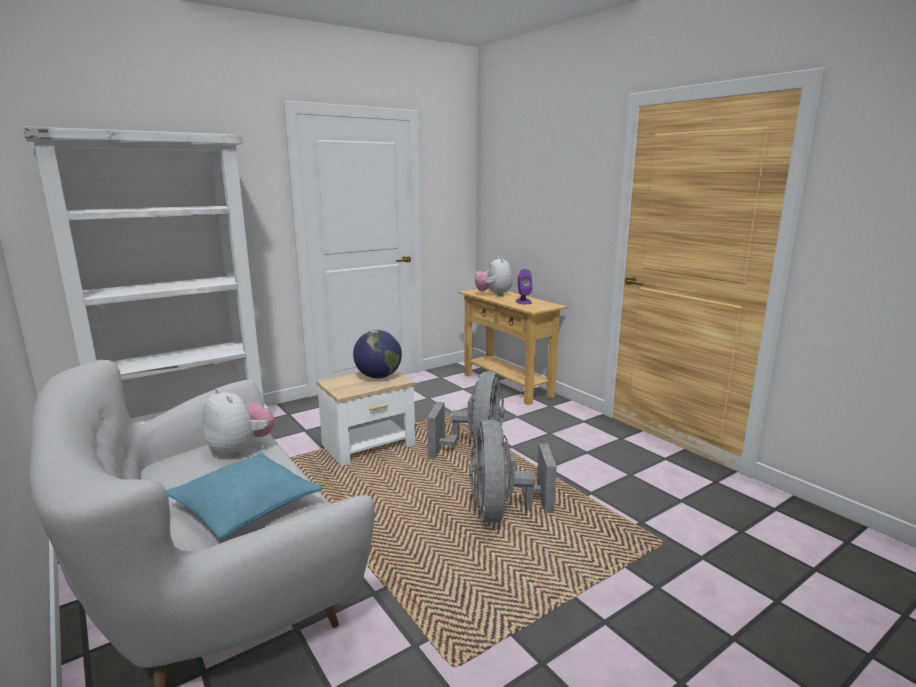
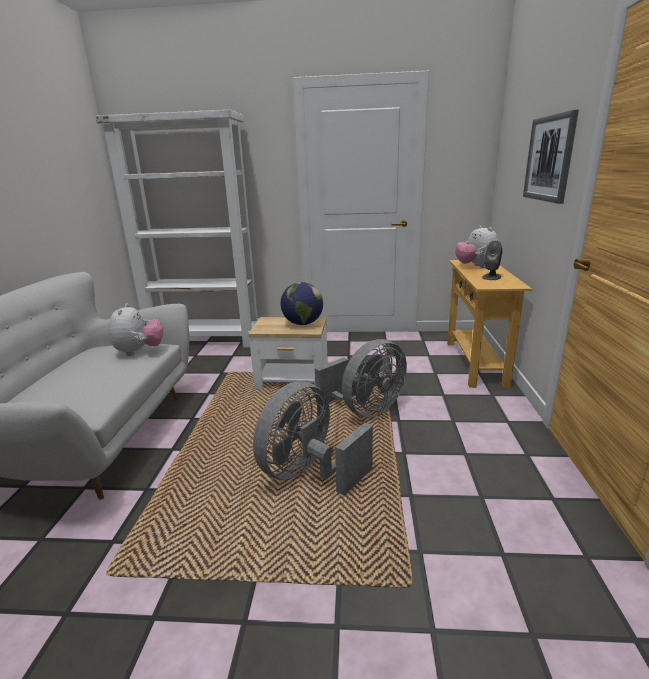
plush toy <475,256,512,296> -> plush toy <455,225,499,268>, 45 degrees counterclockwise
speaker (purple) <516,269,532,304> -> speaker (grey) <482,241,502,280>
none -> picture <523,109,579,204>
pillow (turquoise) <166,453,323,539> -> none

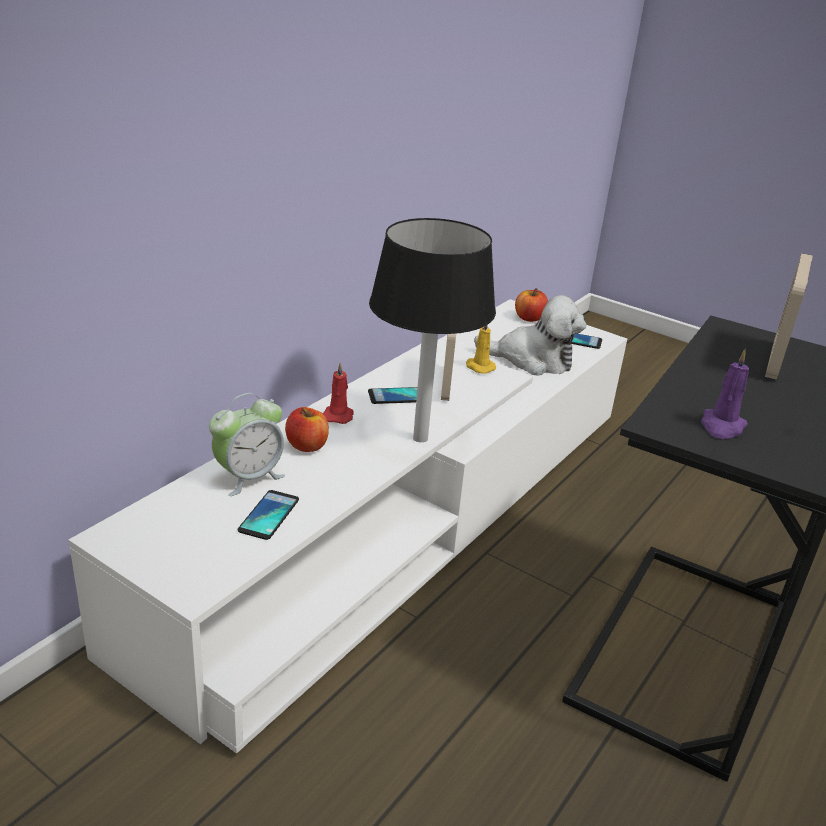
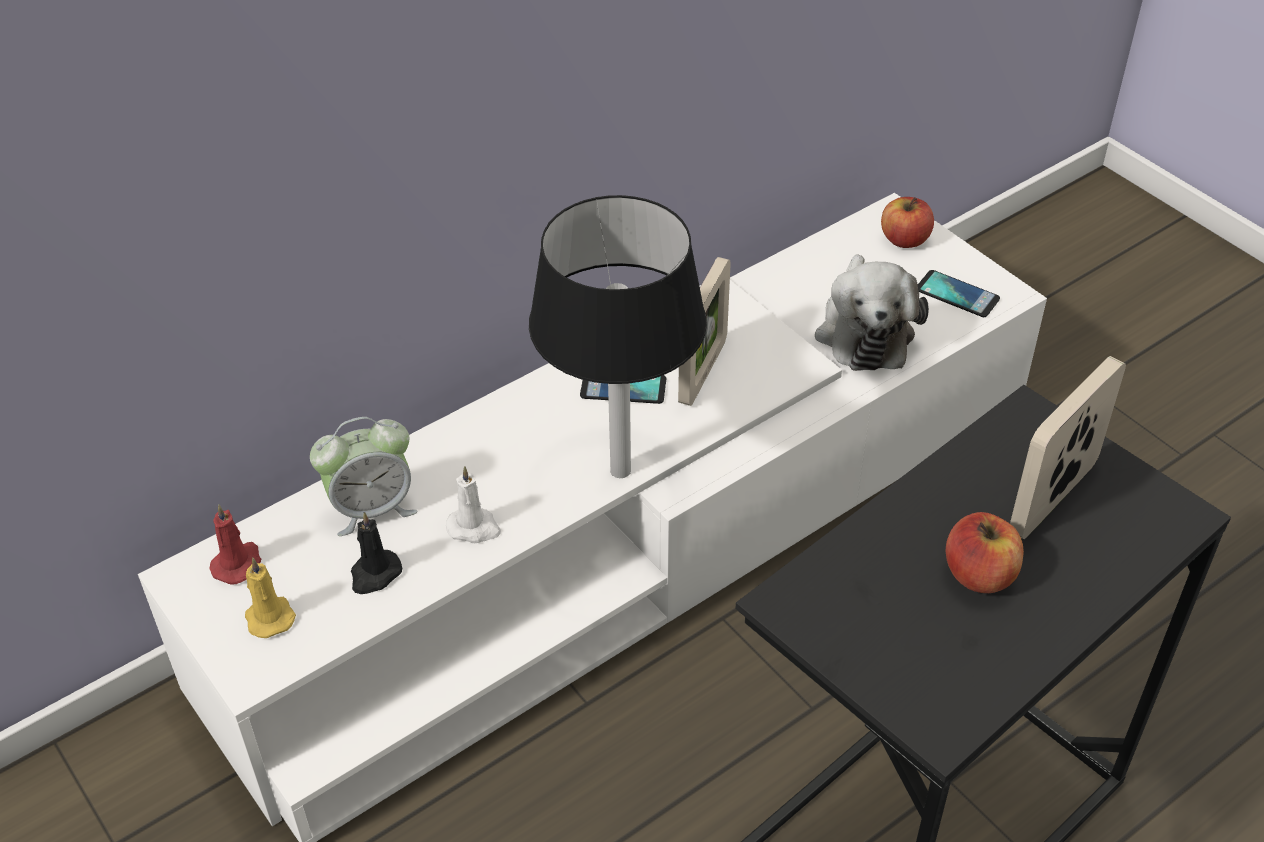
candle (red) <323,362,354,424> -> candle (red) <209,505,261,585>, moved
candle (yellow) <466,325,496,374> -> candle (yellow) <245,557,296,638>, moved
phone <238,490,299,540> -> candle (black) <351,512,402,594>
none -> candle (white) <446,466,501,543>
plush toy <474,295,586,375> -> plush toy <815,254,929,371>, 60 degrees clockwise
apple <285,407,329,452> -> apple <946,512,1024,593>, moved
candle (purple) <701,349,749,439> -> none

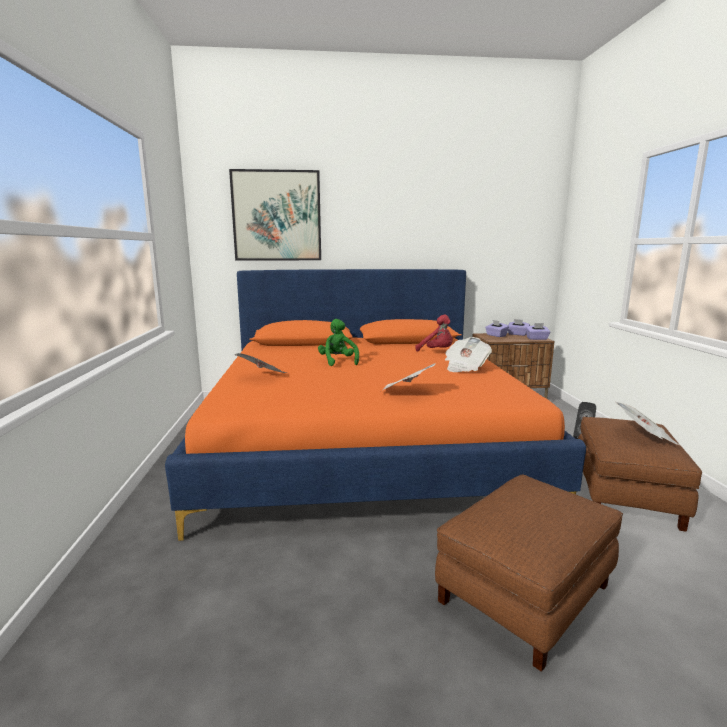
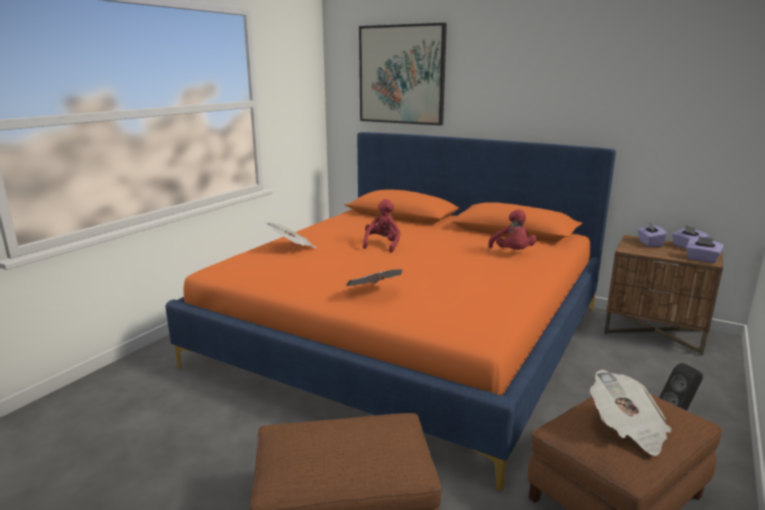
plush toy (green) <318,319,359,366> -> plush toy (red) <363,199,401,253>
newspaper <445,337,492,372> -> none

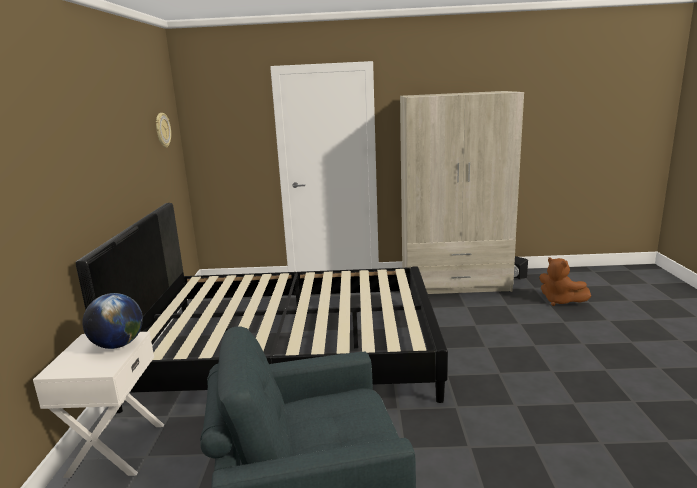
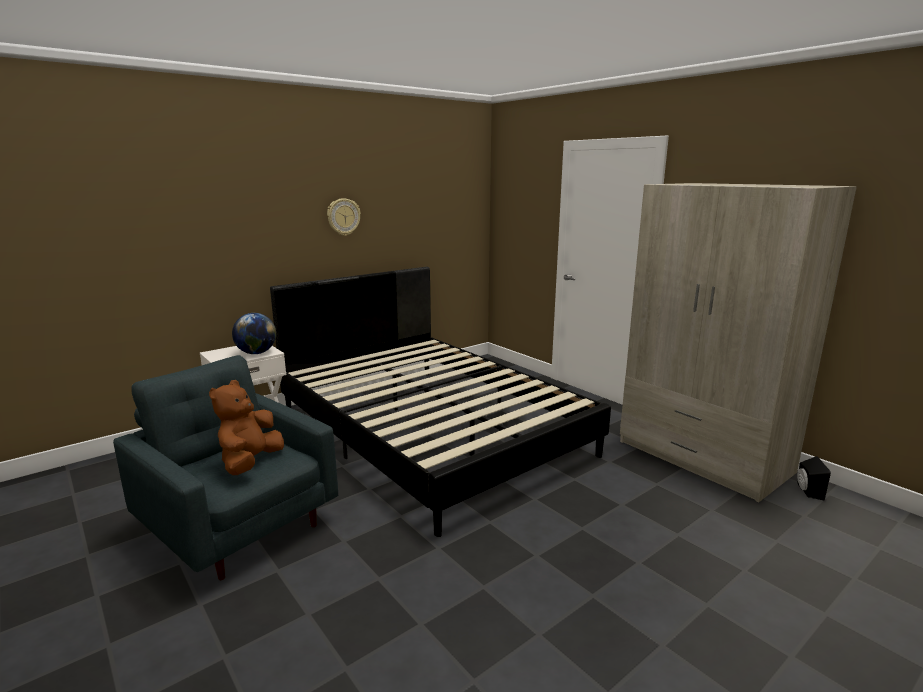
plush toy (brown) <539,257,591,306> -> plush toy (brown) <209,380,284,475>, moved
wall clock <156,113,171,148> -> wall clock <327,198,361,236>, moved

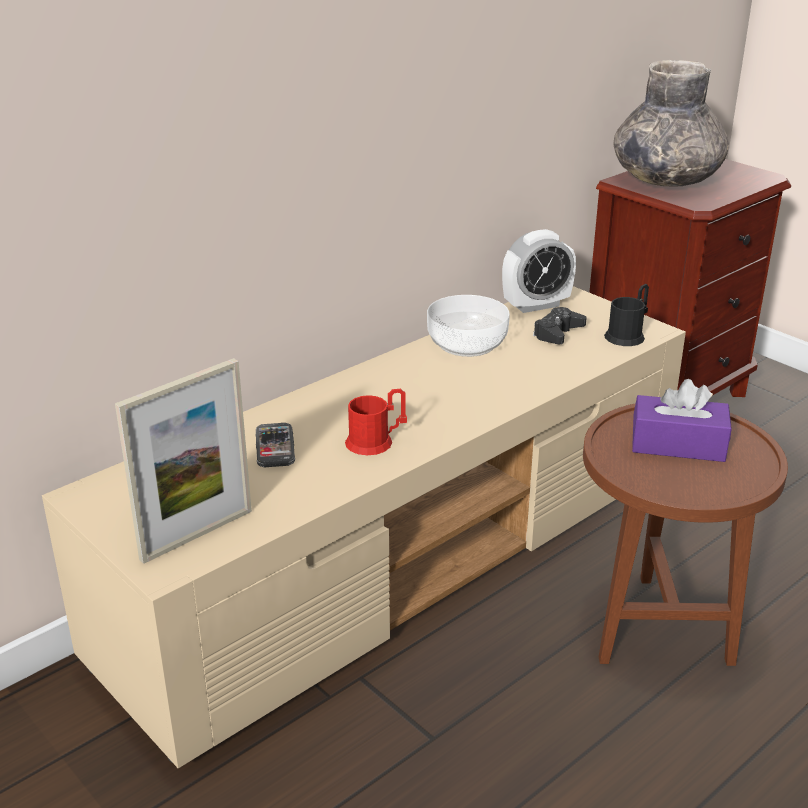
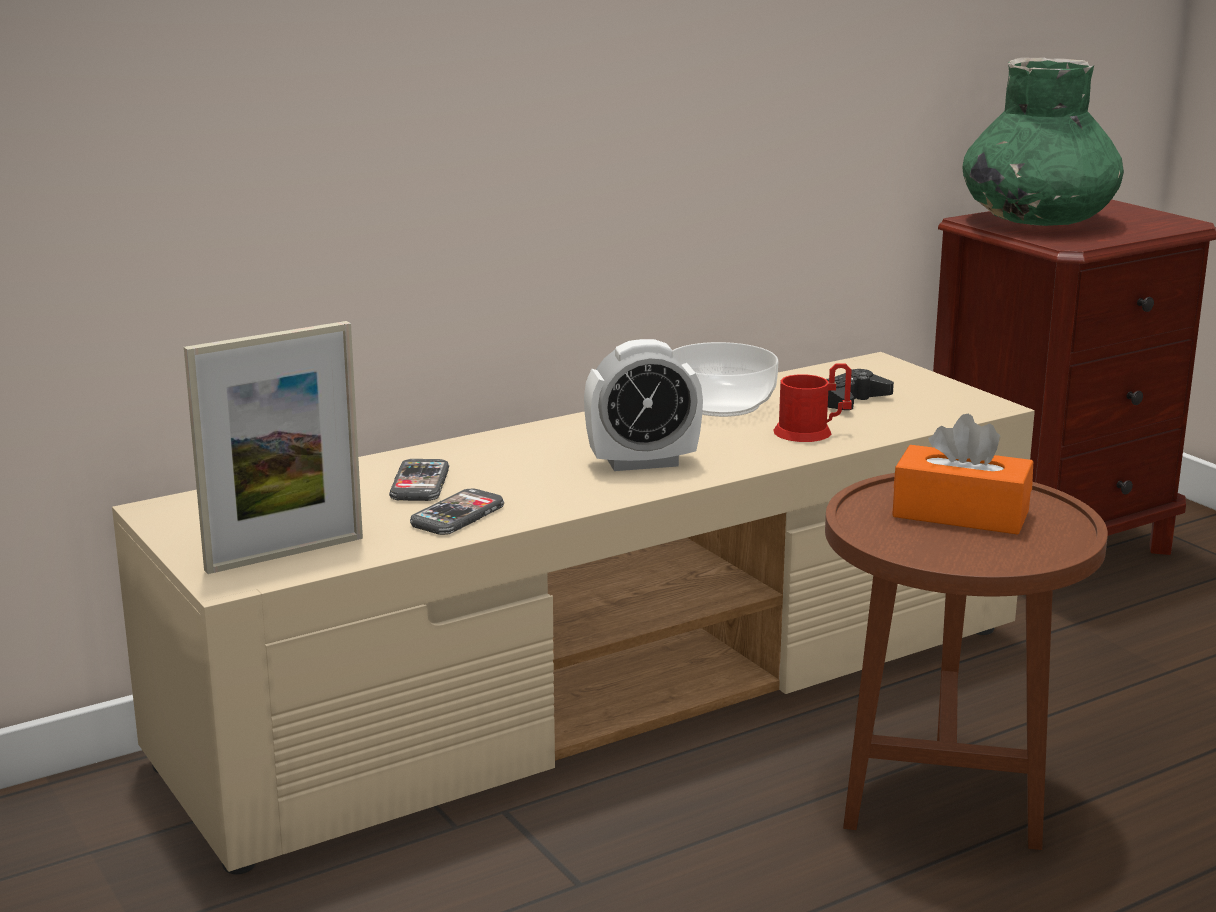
none -> phone <410,489,504,535>
alarm clock <502,229,576,313> -> alarm clock <584,339,703,471>, moved
mug (red) <345,389,407,455> -> mug (red) <773,364,852,442>, moved
tissue box (purple) <632,379,732,462> -> tissue box (orange) <892,414,1033,535>
vase (grey) <614,60,729,187> -> vase (green) <963,57,1124,226>
mug (black) <604,284,649,346> -> none

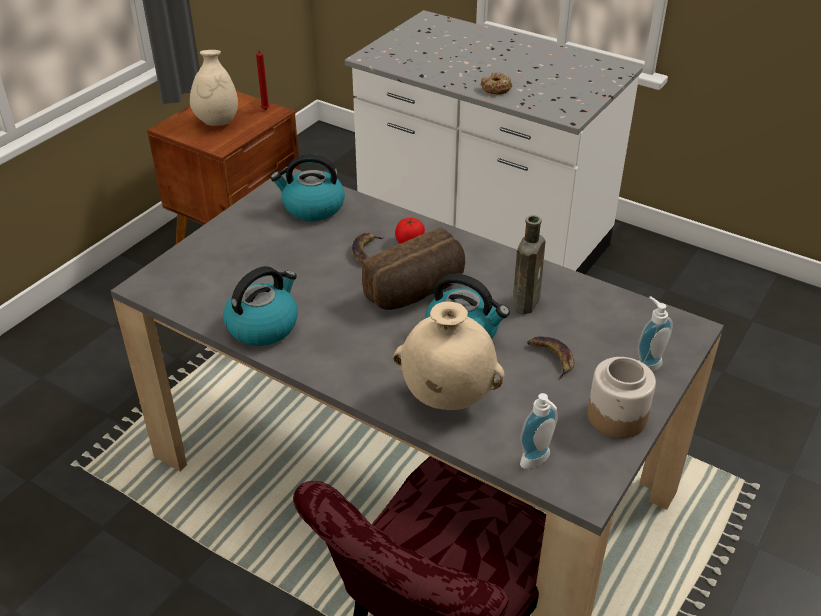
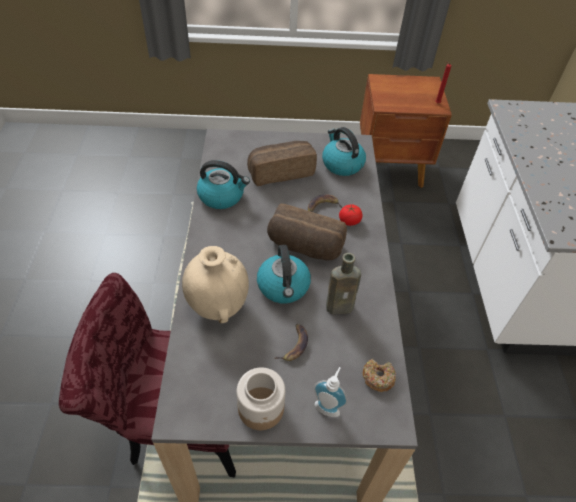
none -> bread <247,141,317,186>
donut <481,72,512,95> -> donut <363,359,396,392>, moved
vase (beige) <190,50,238,126> -> none
soap dispenser <520,393,558,469> -> none

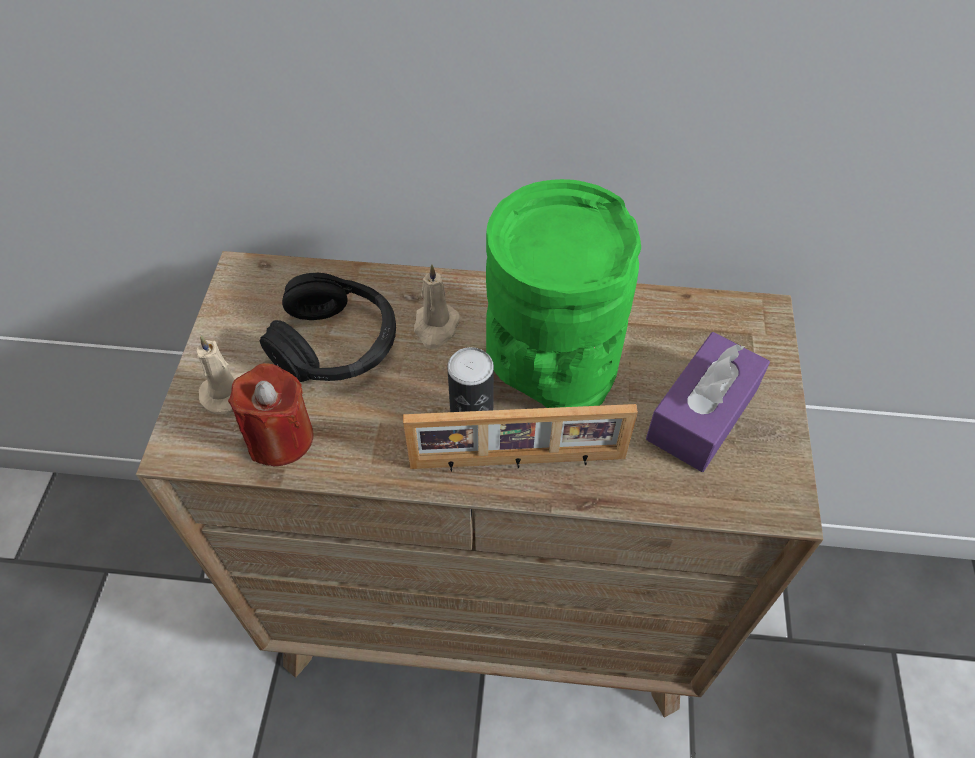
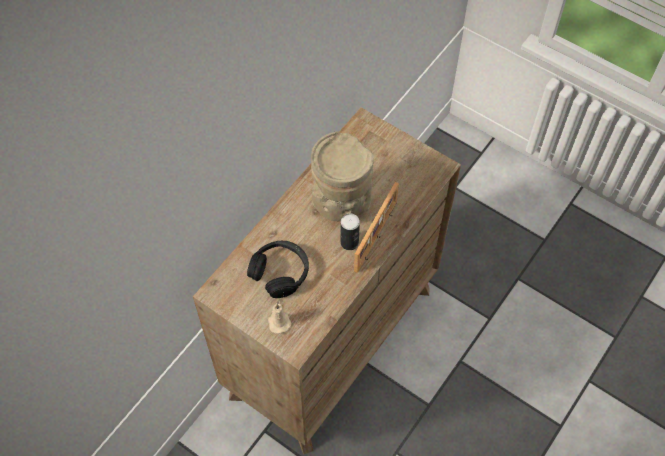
vase (green) <486,179,641,408> -> vase (beige) <311,131,374,221>
candle (red) <228,363,314,466> -> none
candle (beige) <414,264,461,349> -> none
tissue box (purple) <646,332,770,472> -> none

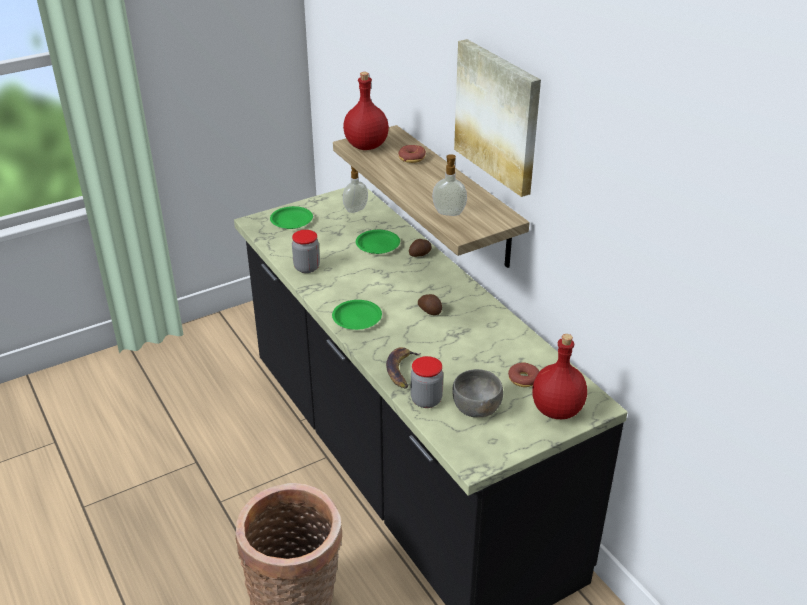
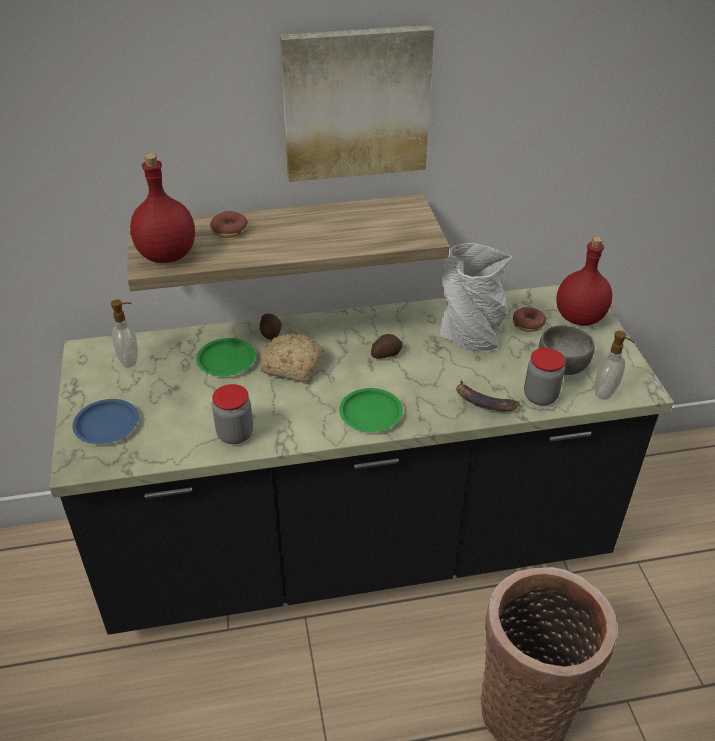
plate (green) <270,206,313,229> -> plate (blue) <73,399,139,444>
none -> bread <260,333,323,382>
none -> vase (grey) <440,243,513,352>
soap dispenser <432,154,467,216> -> soap dispenser <595,331,634,400>, moved

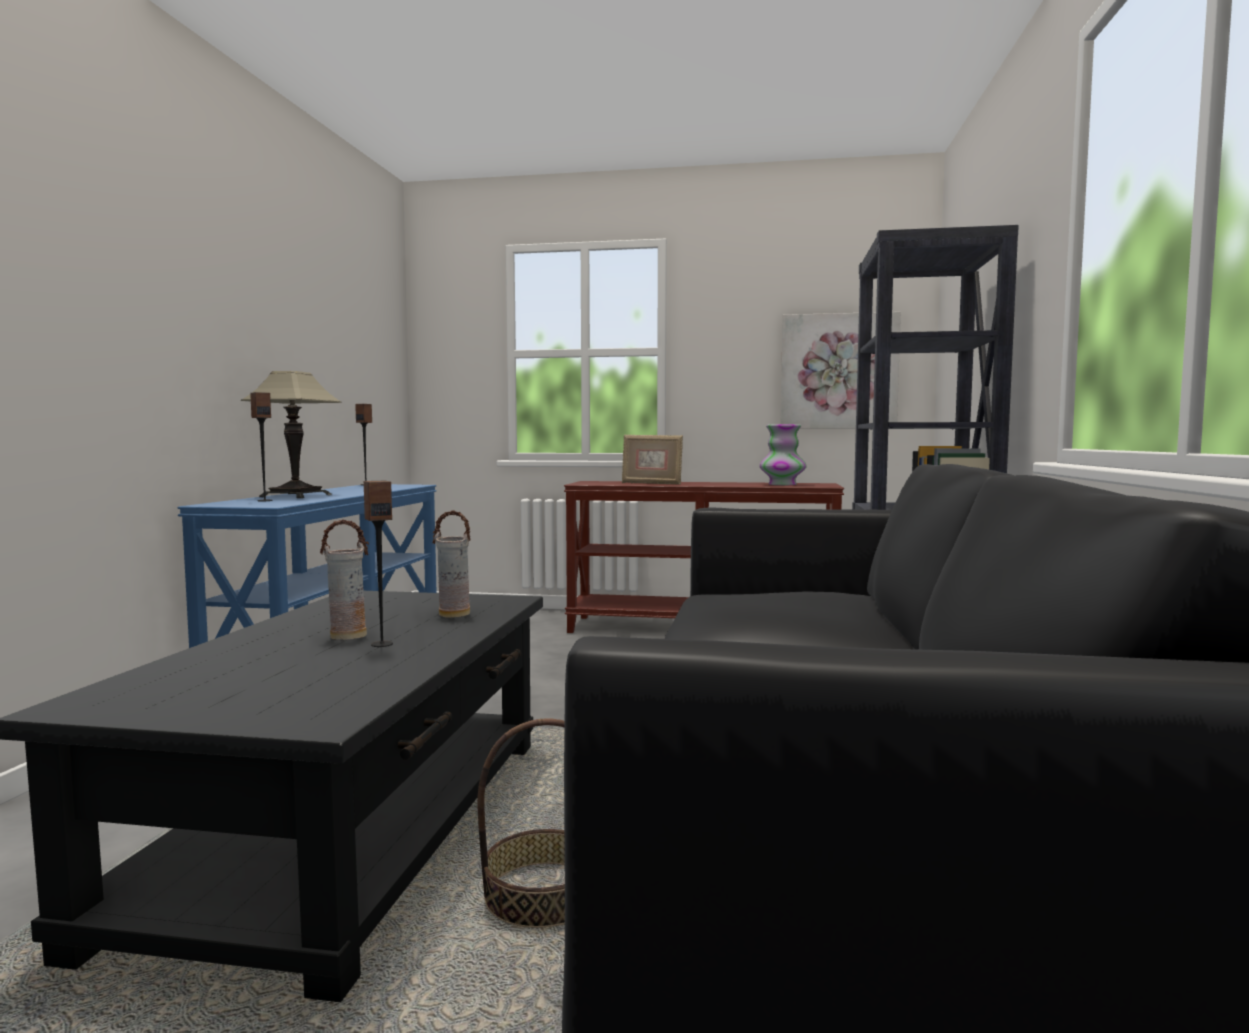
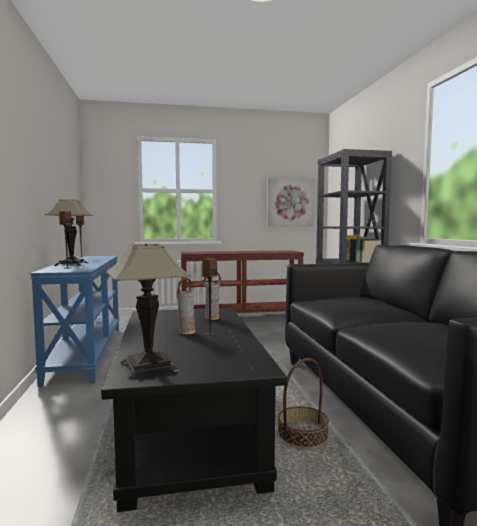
none -> table lamp <106,244,190,380>
picture frame <622,435,683,485> -> none
vase <759,424,807,485> -> none

